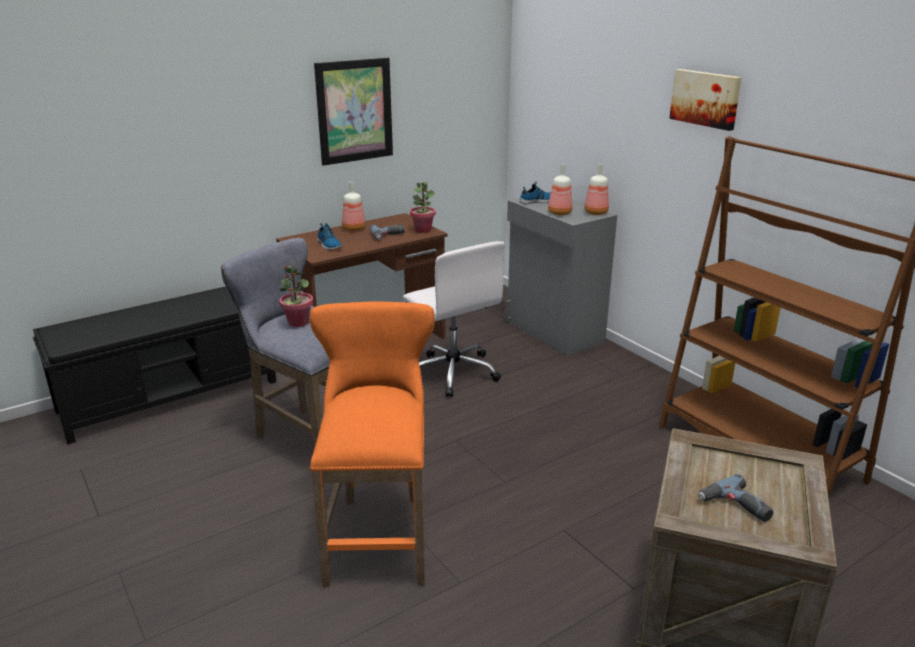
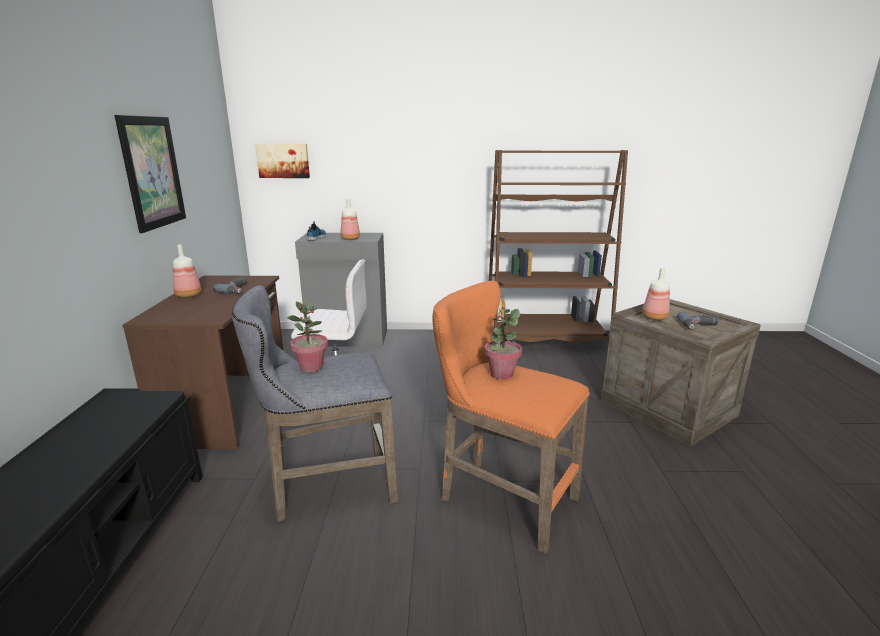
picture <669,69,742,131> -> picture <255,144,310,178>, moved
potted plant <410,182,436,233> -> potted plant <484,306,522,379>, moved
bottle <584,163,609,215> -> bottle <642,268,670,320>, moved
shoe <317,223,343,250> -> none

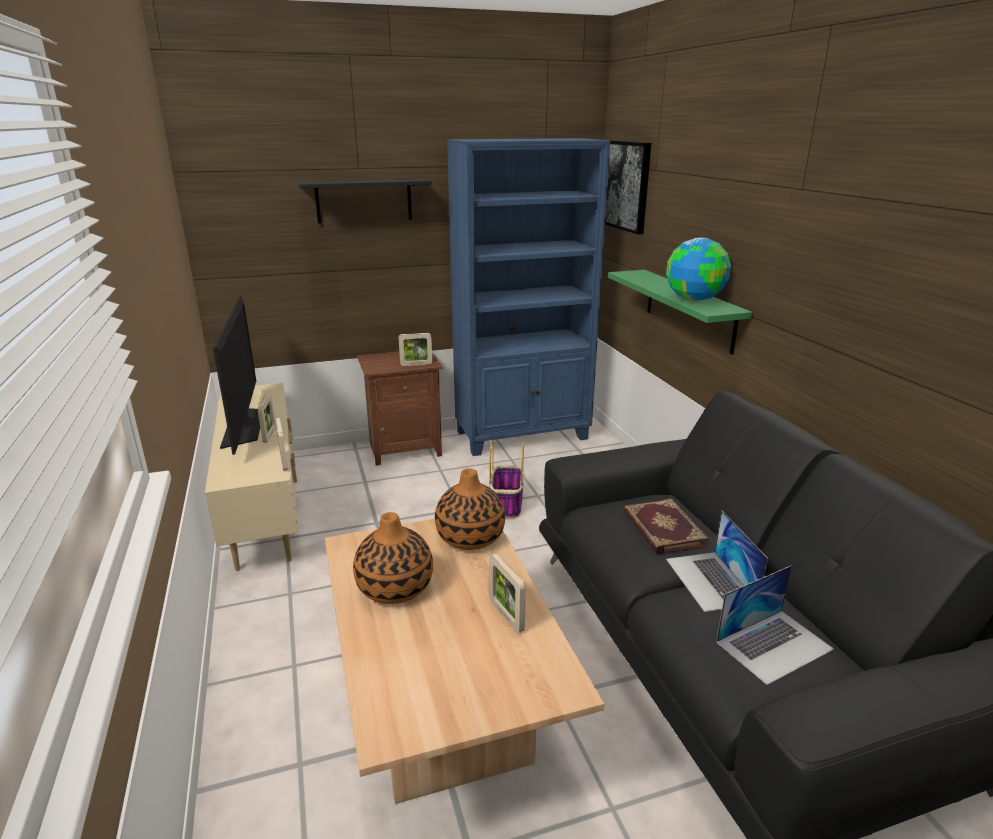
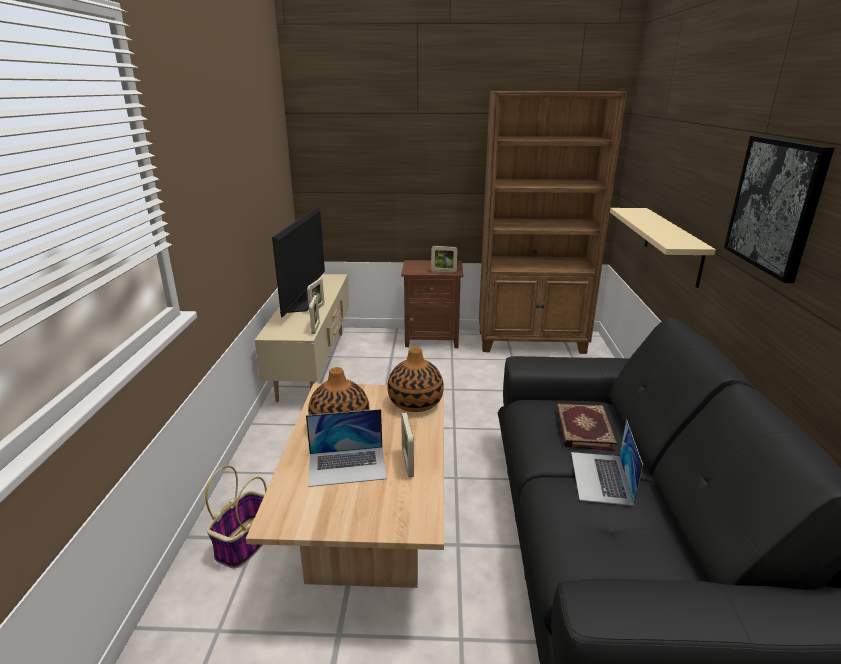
basket <489,441,524,518> -> basket <205,466,267,569>, moved
laptop <716,565,834,685> -> laptop <306,409,387,487>, moved
bookcase (blue) <447,138,611,456> -> bookcase (brown) <479,91,627,354>
shelf (green) <608,270,752,355> -> shelf (beige) <610,208,716,288>
picture <605,140,651,235> -> picture <724,136,834,283>, moved
shelf (black) <298,178,432,224> -> none
globe <666,237,731,301> -> none

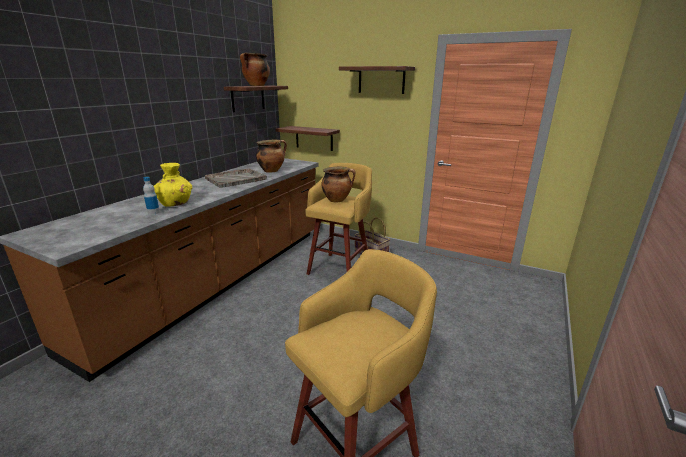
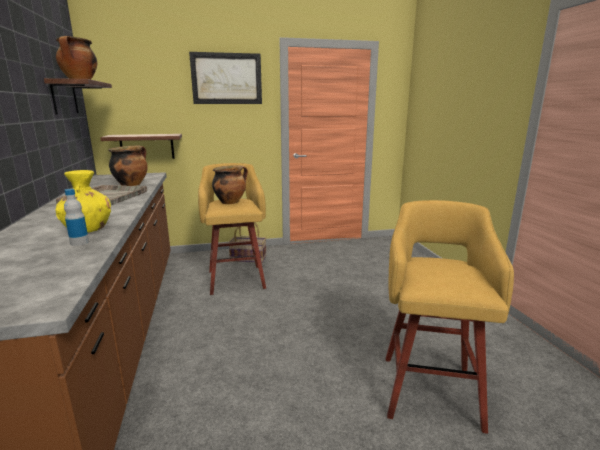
shelf <339,66,415,94> -> picture <189,52,262,104>

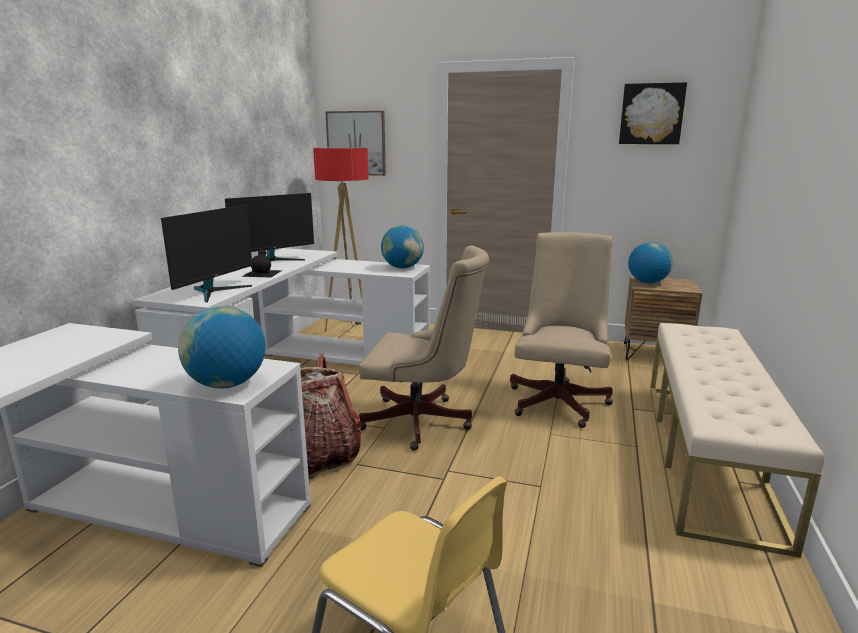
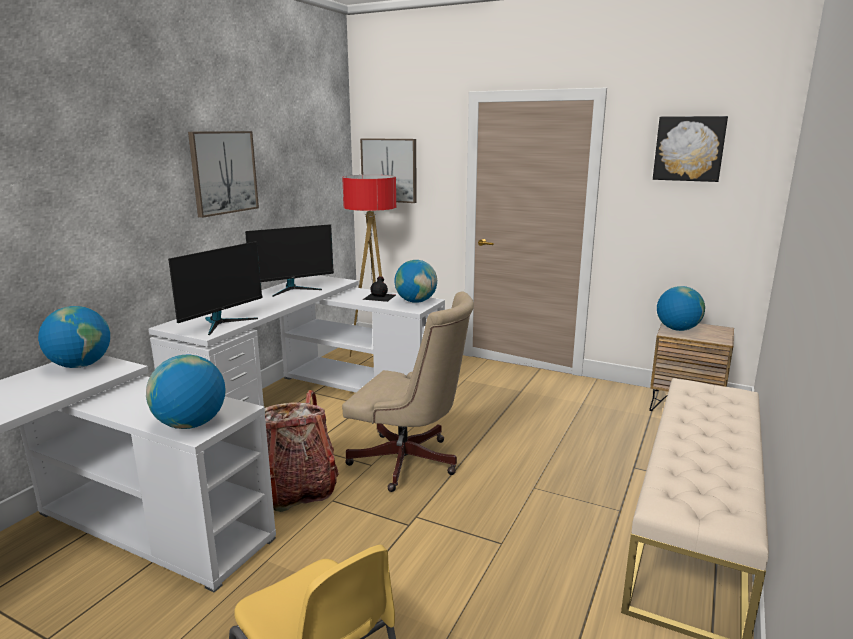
none -> globe <38,306,110,368>
none -> picture <188,131,259,218>
bottle (black) <242,250,283,278> -> bottle (black) <362,276,396,302>, moved
office chair (beige) <510,232,613,428> -> none

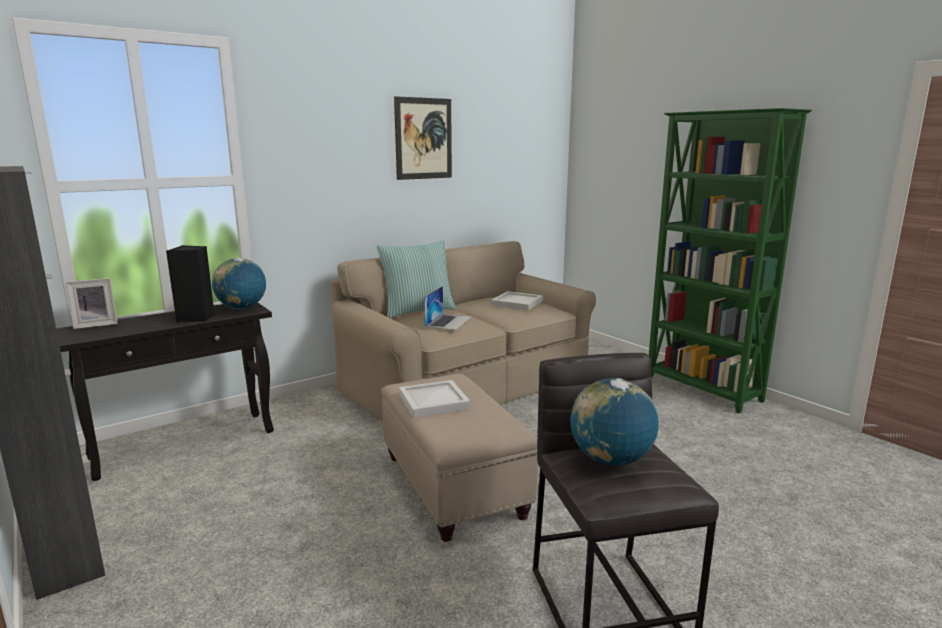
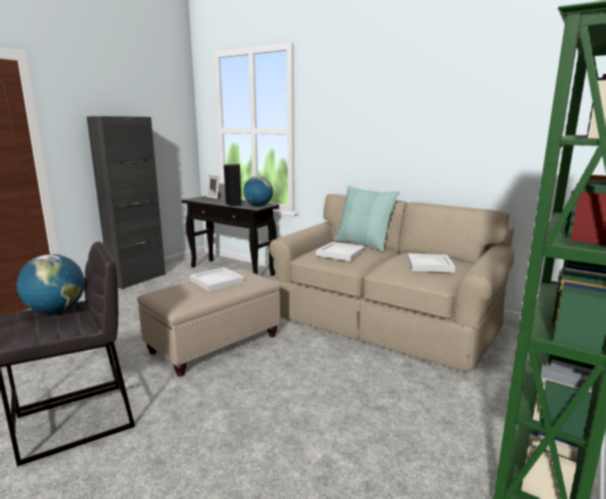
laptop <424,286,471,330> -> tray (white) <316,242,365,261>
picture <394,96,452,180> -> none

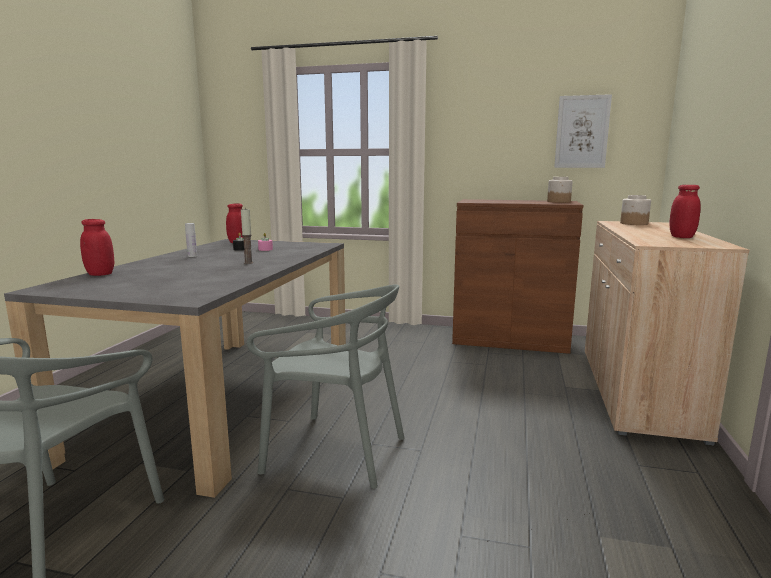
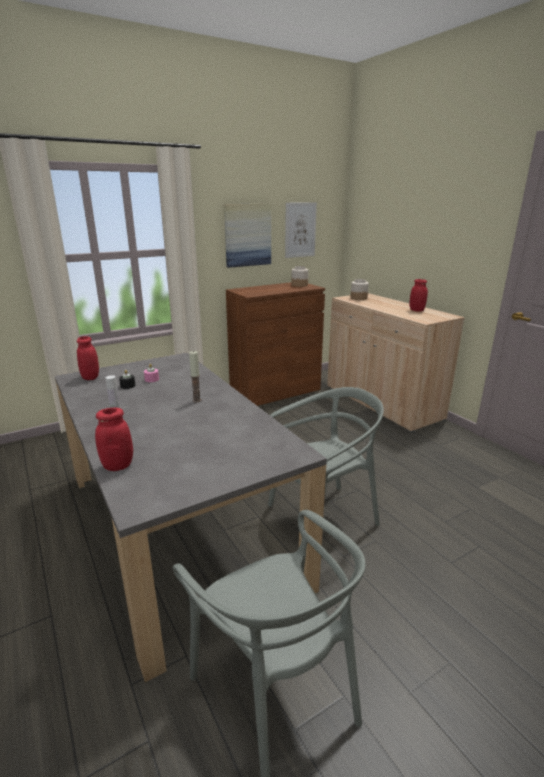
none -> picture <224,204,271,268>

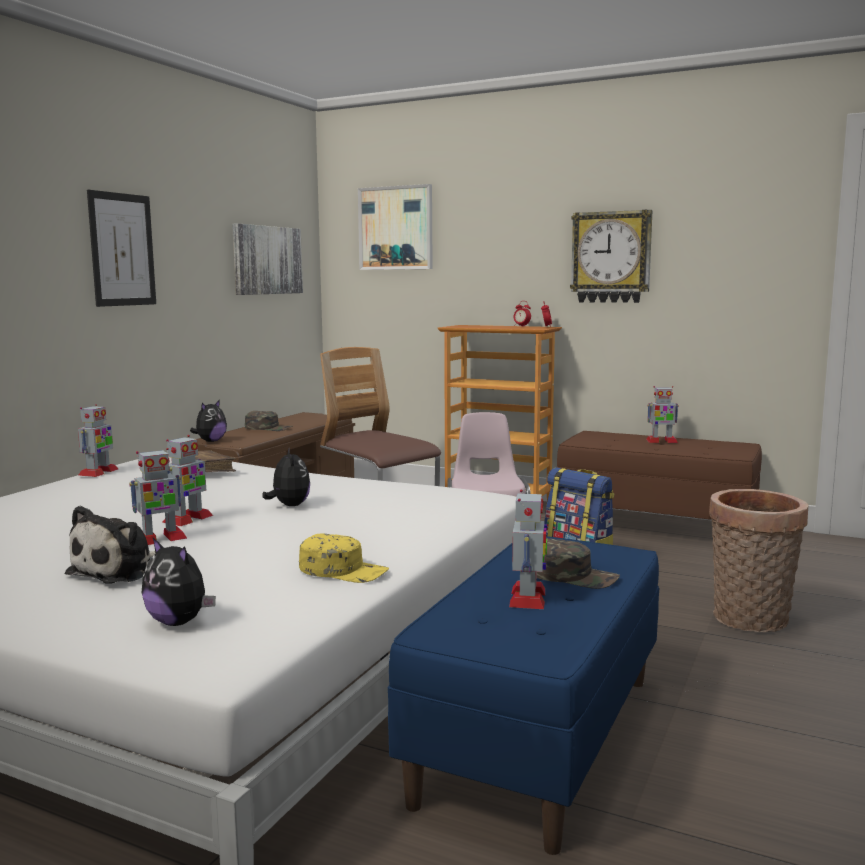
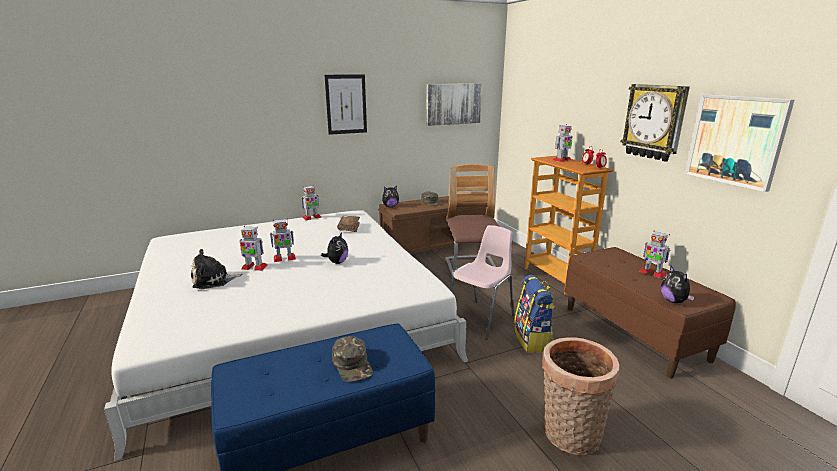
toy robot <509,489,547,609> -> toy robot <553,124,573,162>, moved
plush toy <142,538,216,626> -> plush toy <661,266,695,303>, moved
picture <358,184,433,270> -> picture <685,94,795,192>, moved
cap (yellow) <299,534,389,583> -> none

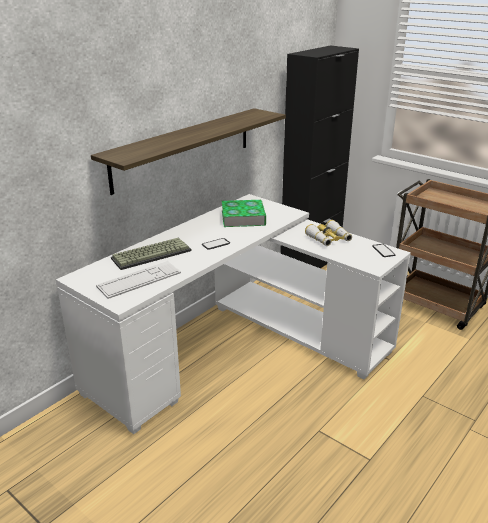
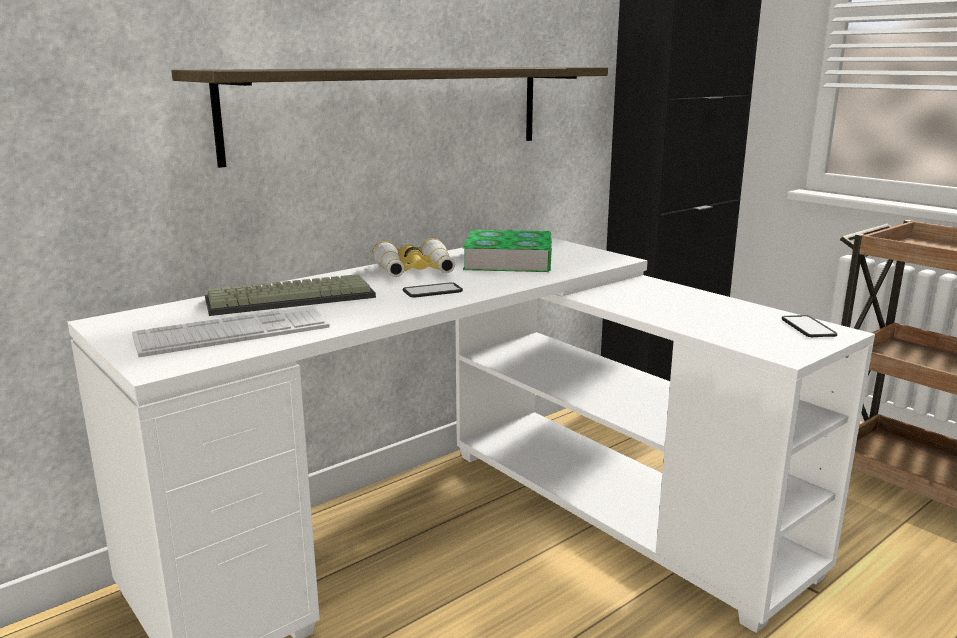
binoculars <305,220,352,246> -> binoculars <372,238,455,277>, moved

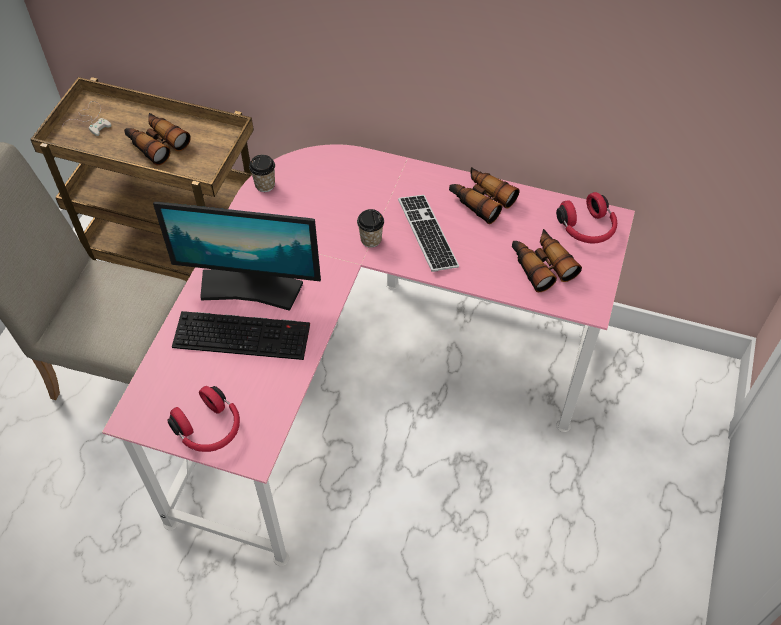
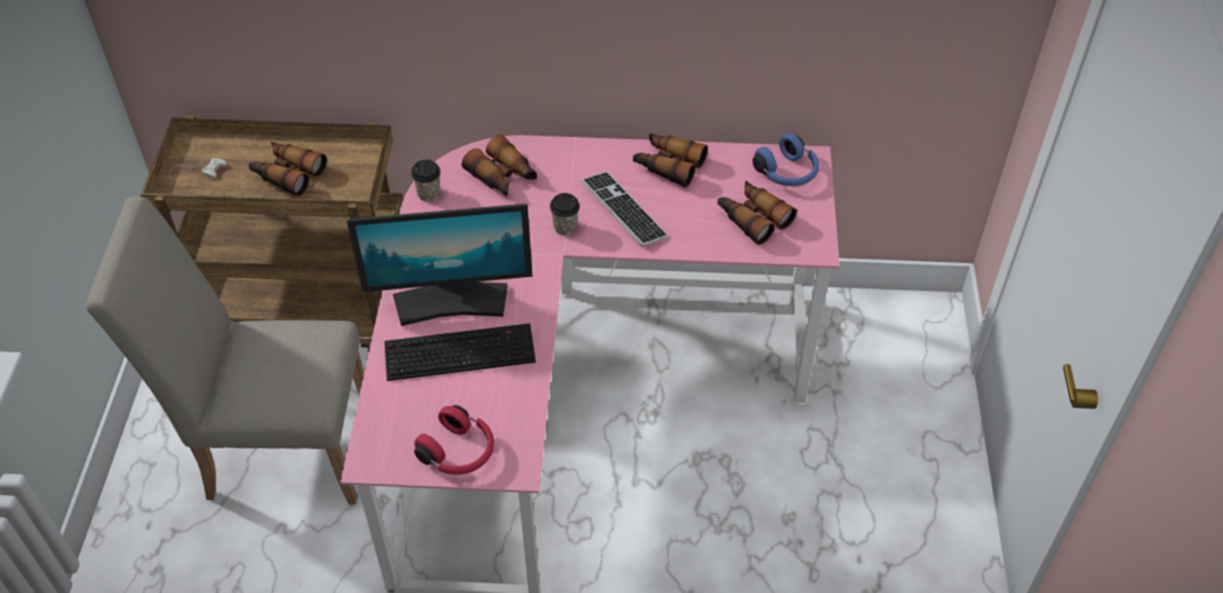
none -> binoculars <462,135,537,196>
headphones (red) <556,192,617,244> -> headphones (blue) <752,133,819,186>

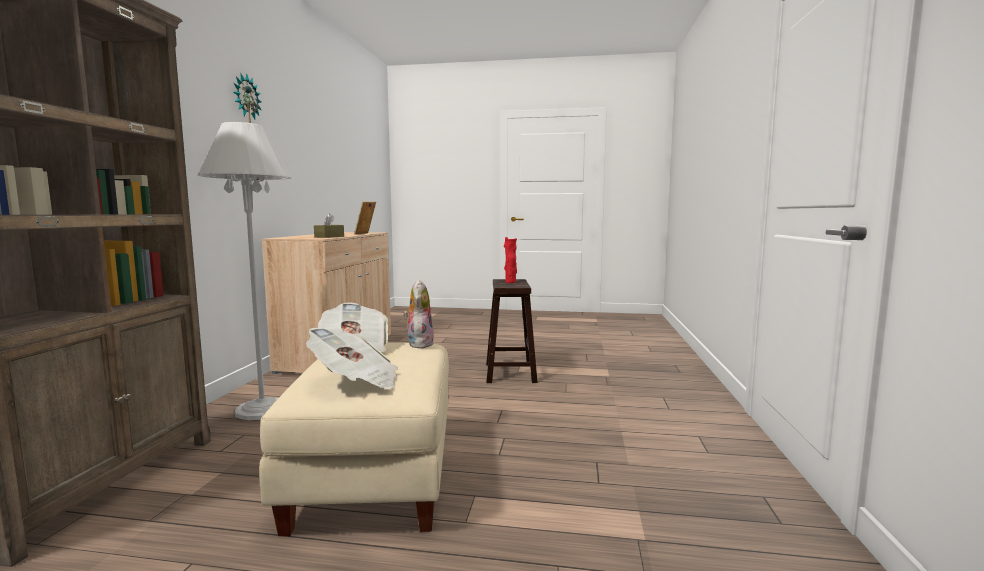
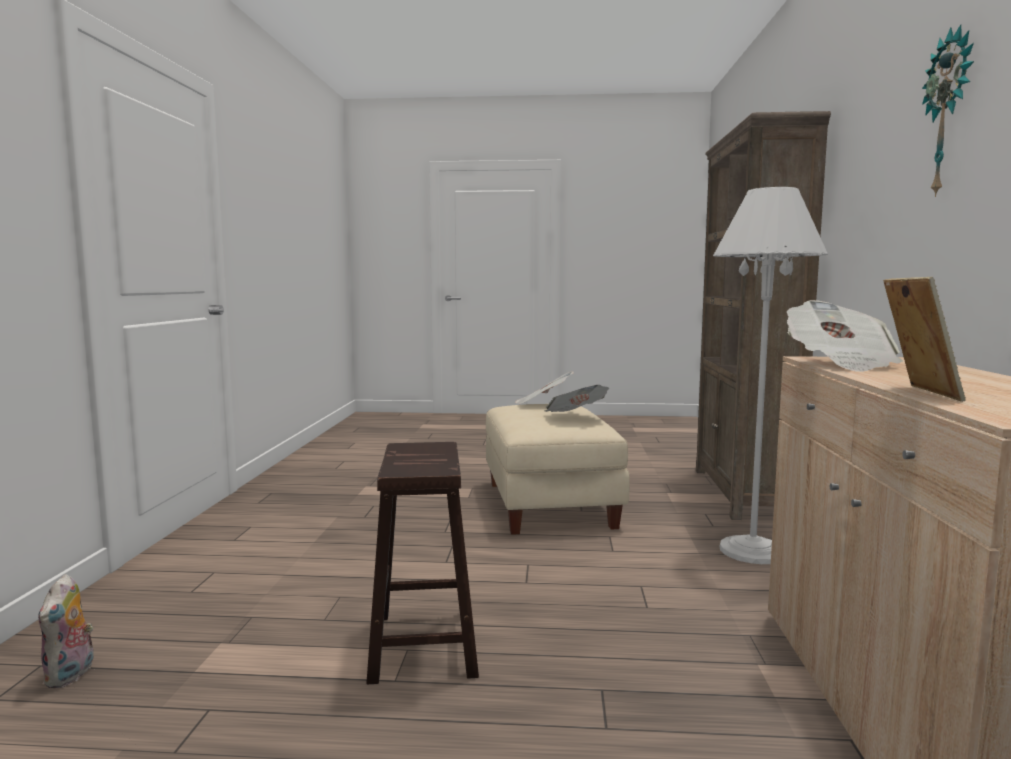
plush toy <403,279,434,348> -> plush toy <38,574,93,688>, moved
tissue box (brown) <314,214,344,238> -> newspaper <787,300,903,372>
vase (red) <504,237,517,283> -> none

